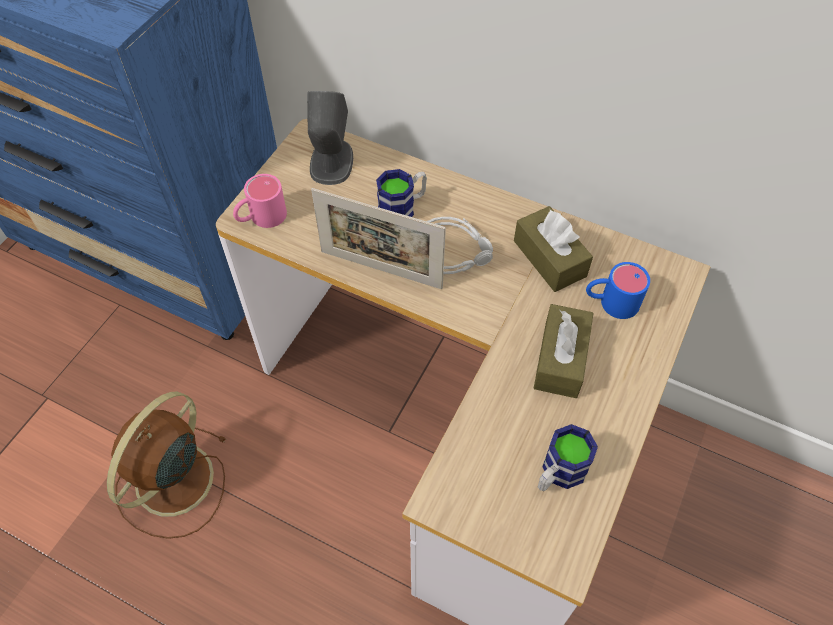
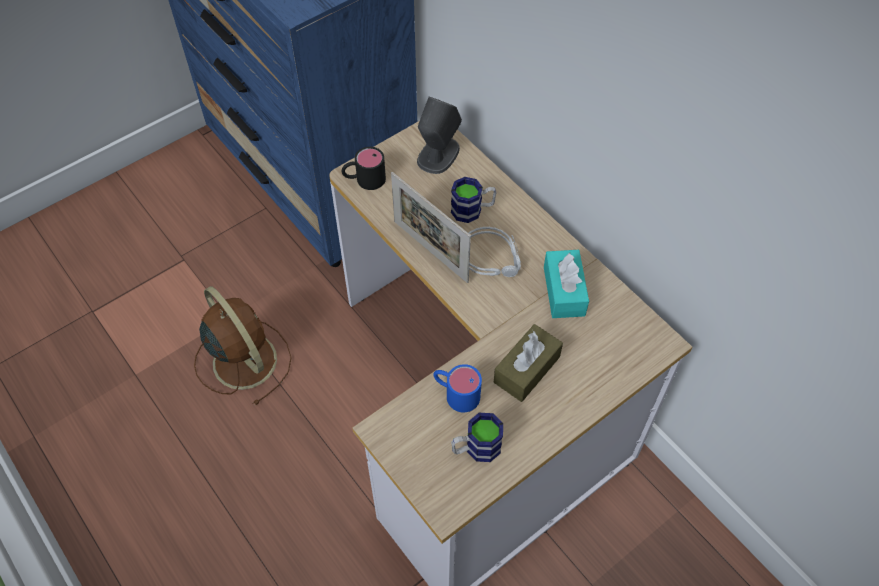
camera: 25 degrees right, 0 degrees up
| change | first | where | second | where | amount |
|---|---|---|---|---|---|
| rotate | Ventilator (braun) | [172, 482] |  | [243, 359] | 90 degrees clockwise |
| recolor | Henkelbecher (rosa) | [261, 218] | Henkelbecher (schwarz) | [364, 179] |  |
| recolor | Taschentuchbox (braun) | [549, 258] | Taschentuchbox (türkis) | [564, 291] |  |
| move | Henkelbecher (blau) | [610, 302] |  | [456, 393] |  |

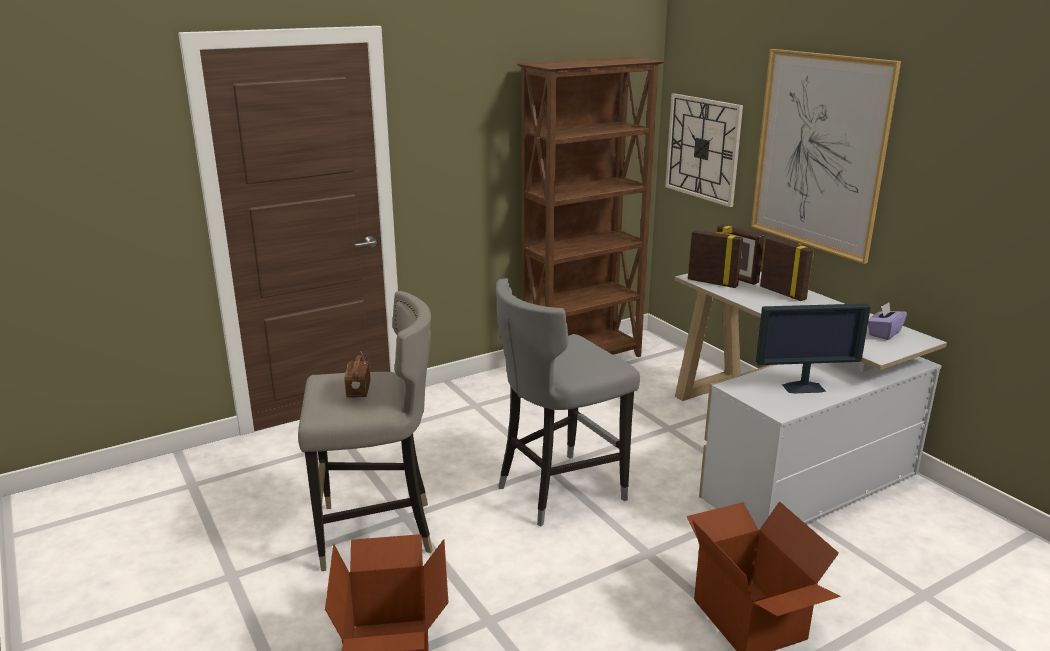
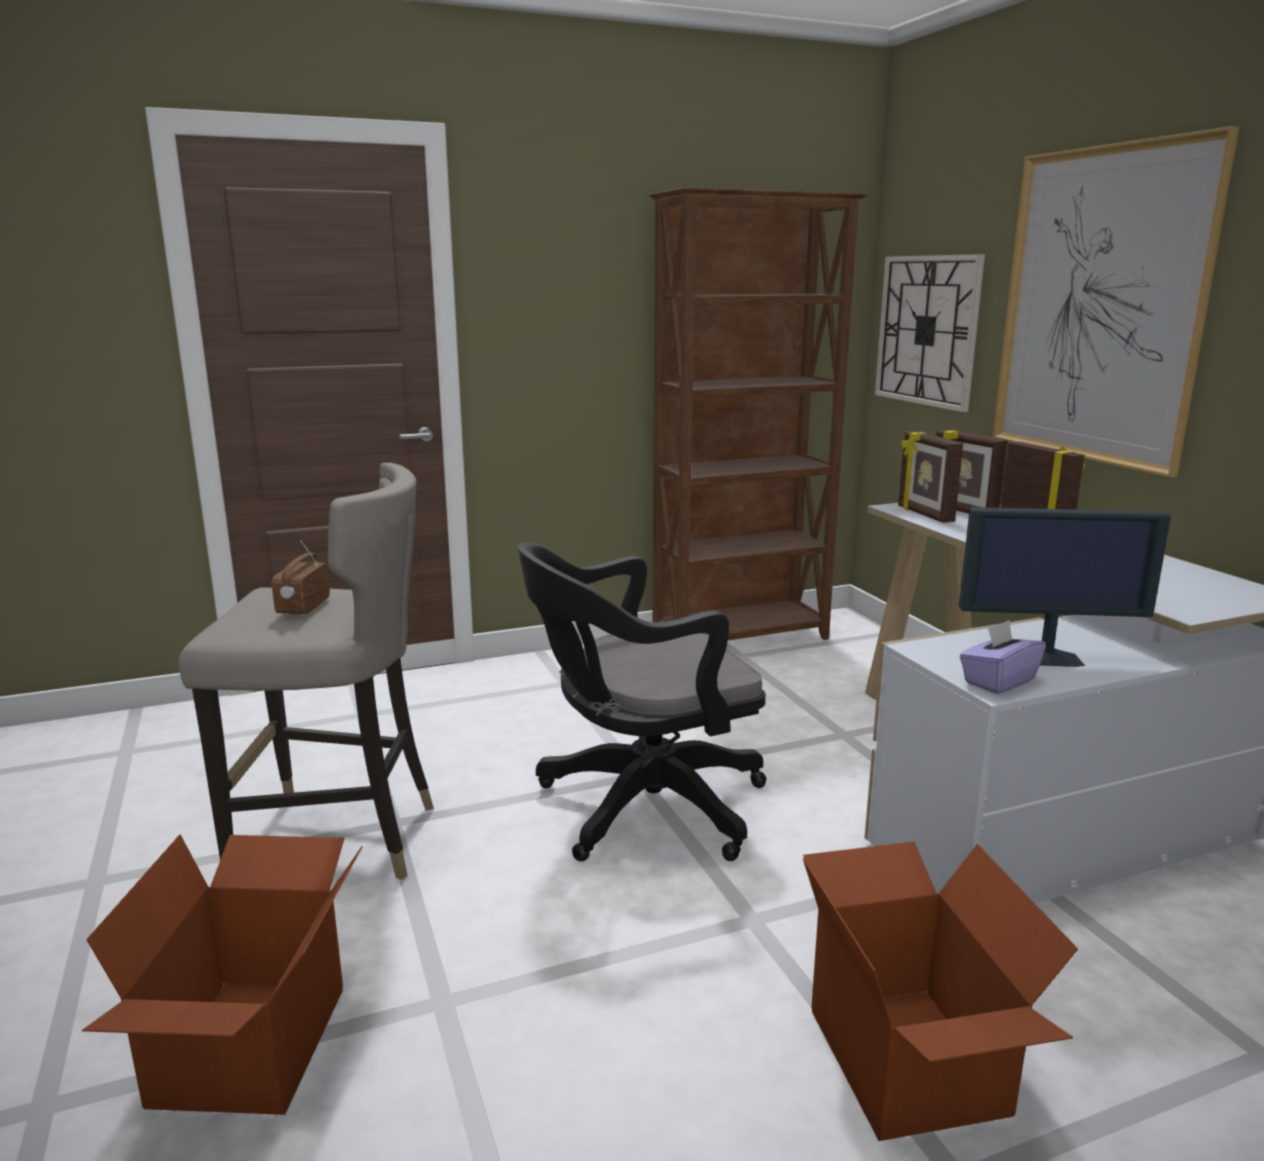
camera: 10 degrees right, 5 degrees down
| change | first | where | second | where | amount |
|---|---|---|---|---|---|
| replace | Hocker (grau) | [558, 491] | Bürostuhl (schwarz) | [640, 808] |  |
| rotate | Bilderrahmen | [712, 283] |  | [924, 514] | 150 degrees counterclockwise |
| move | Taschentuchbox (lila) | [884, 333] |  | [998, 681] |  |

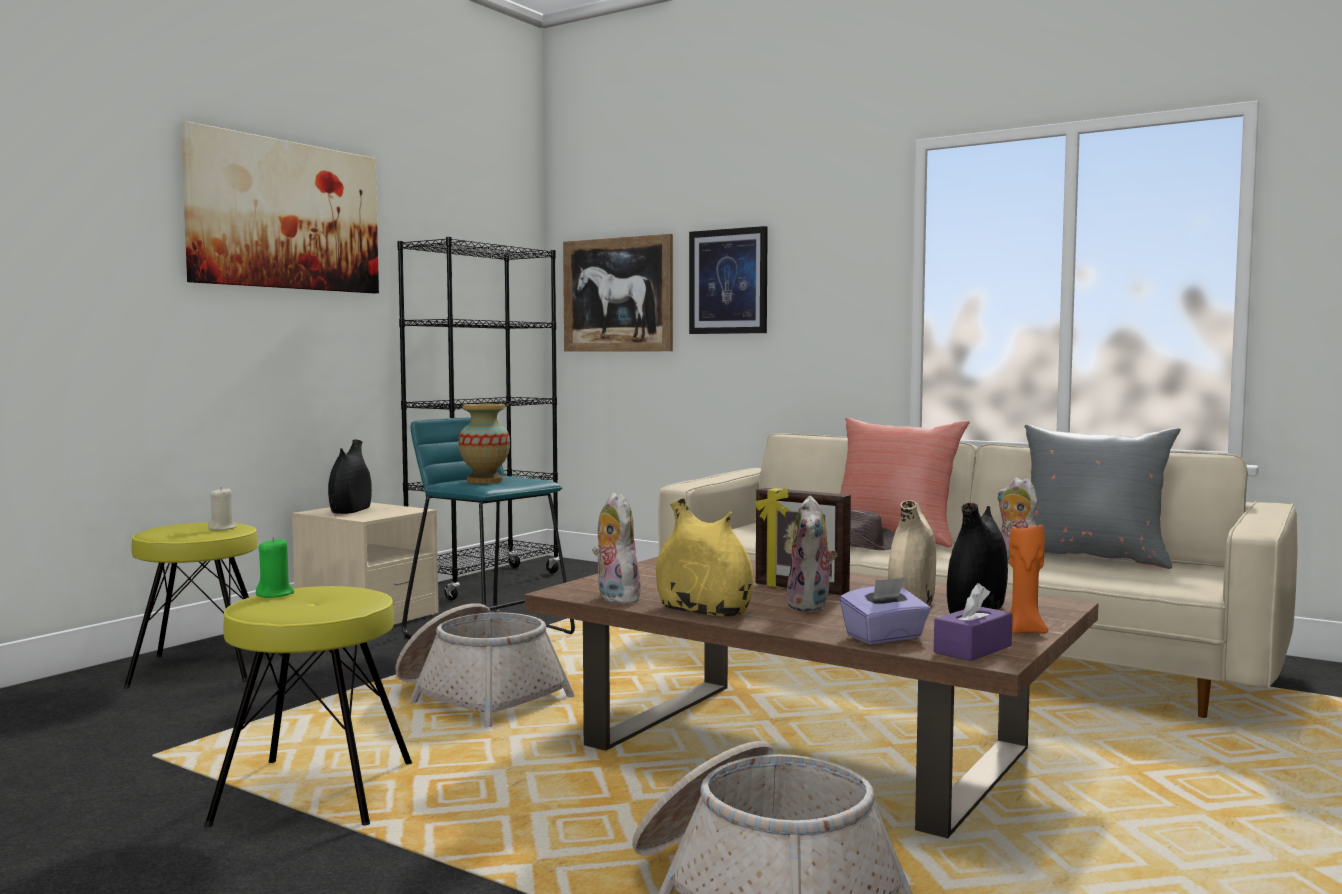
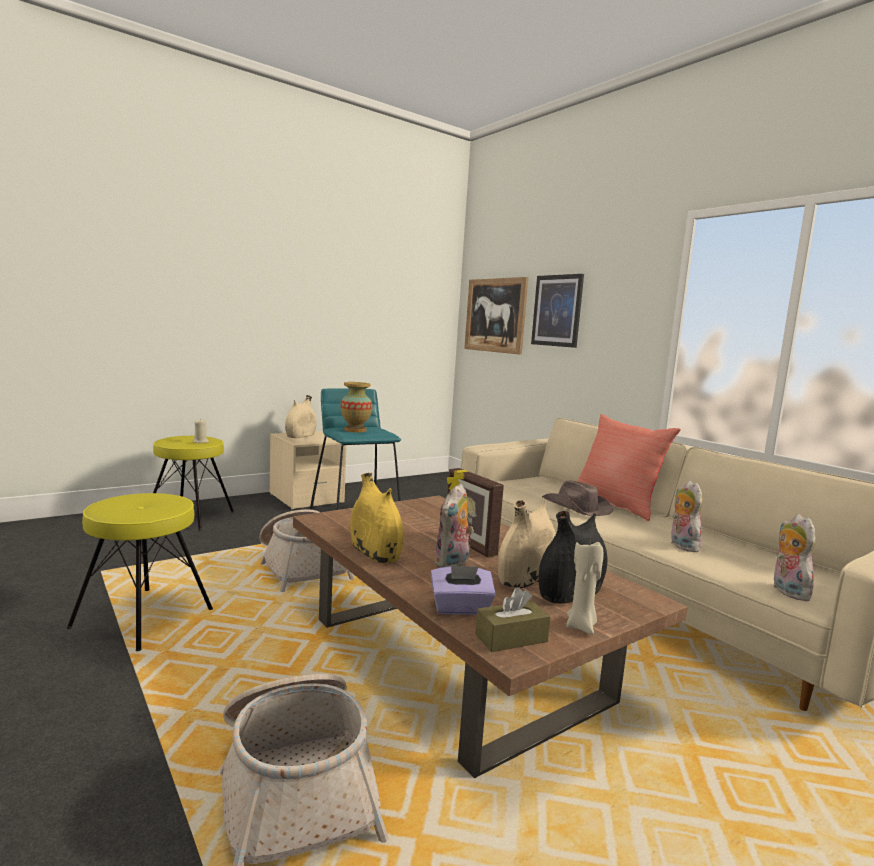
camera: 20 degrees right, 5 degrees up
| change | first | where | second | where | amount |
|---|---|---|---|---|---|
| delete | Bild | [286, 215] |  |  |  |
| delete | Kerze (grün) | [275, 594] |  |  |  |
| recolor | Vase (schwarz) | [350, 510] | Vase (beige) | [300, 436] |  |
| delete | Bücherregal (schwarz) | [485, 582] |  |  |  |
| move | Plüschtier | [614, 598] |  | [786, 591] |  |
| recolor | Taschentuchbox (lila) | [973, 649] | Taschentuchbox (braun) | [511, 638] |  |
| recolor | Kerze (orange) | [1024, 631] | Kerze (beige) | [581, 626] |  |
| delete | Kissen (grau) | [1089, 557] |  |  |  |

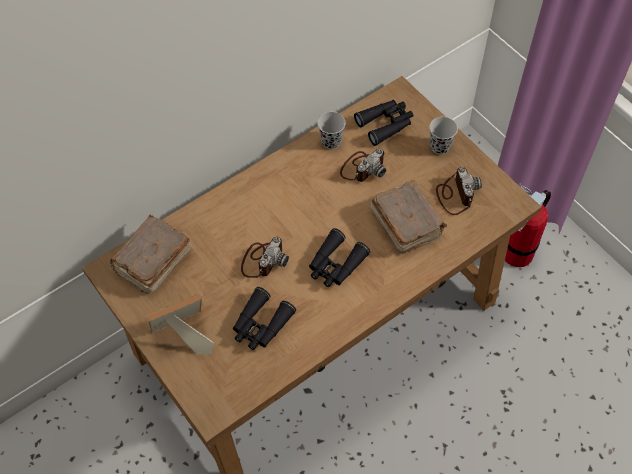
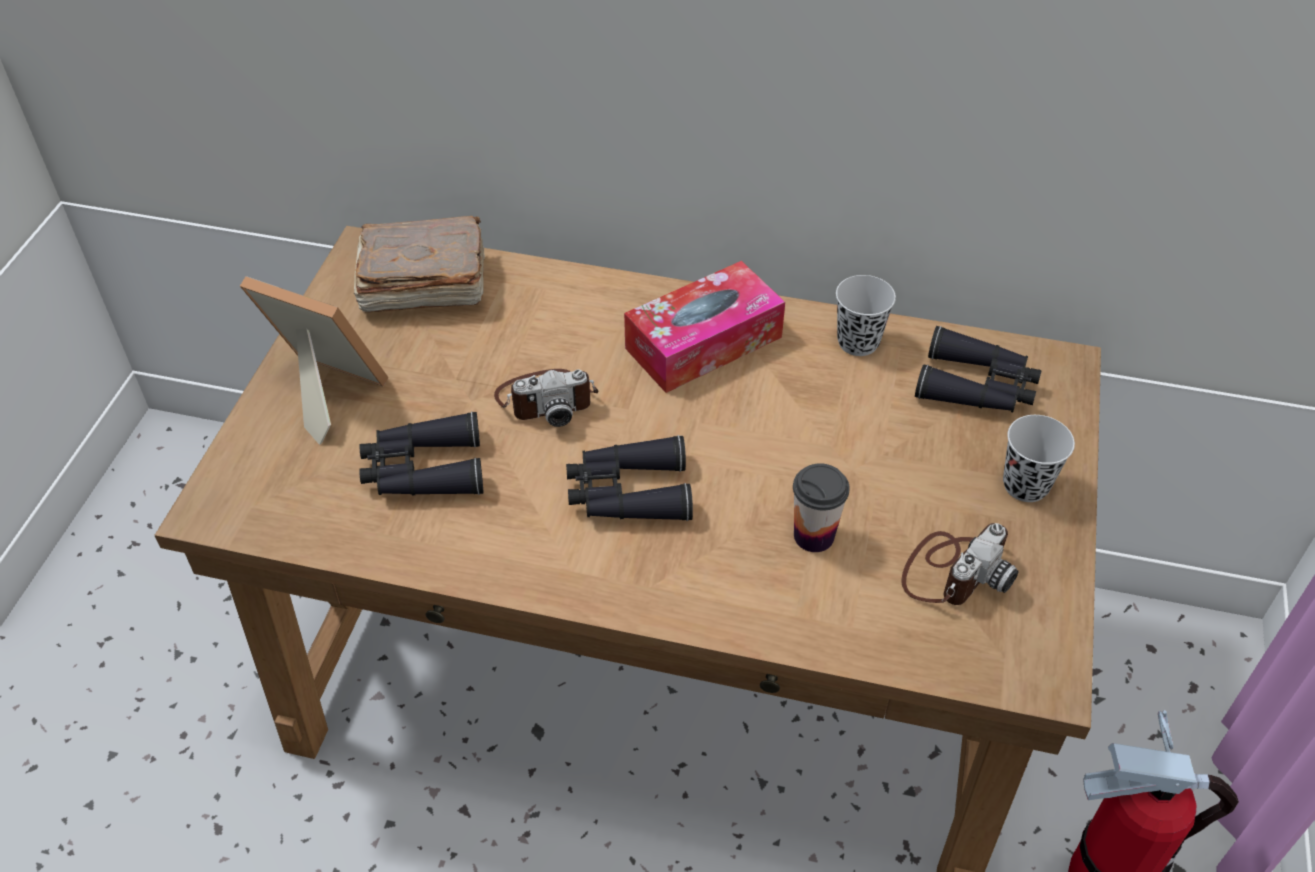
camera: 50 degrees right, 10 degrees down
| change | first | where | second | where | amount |
|---|---|---|---|---|---|
| delete | Kamera | [362, 167] |  |  |  |
| replace | Buch (braun) | [406, 223] | Tasse | [814, 536] |  |
| insert |  |  | Taschentuchbox | [703, 342] |  |

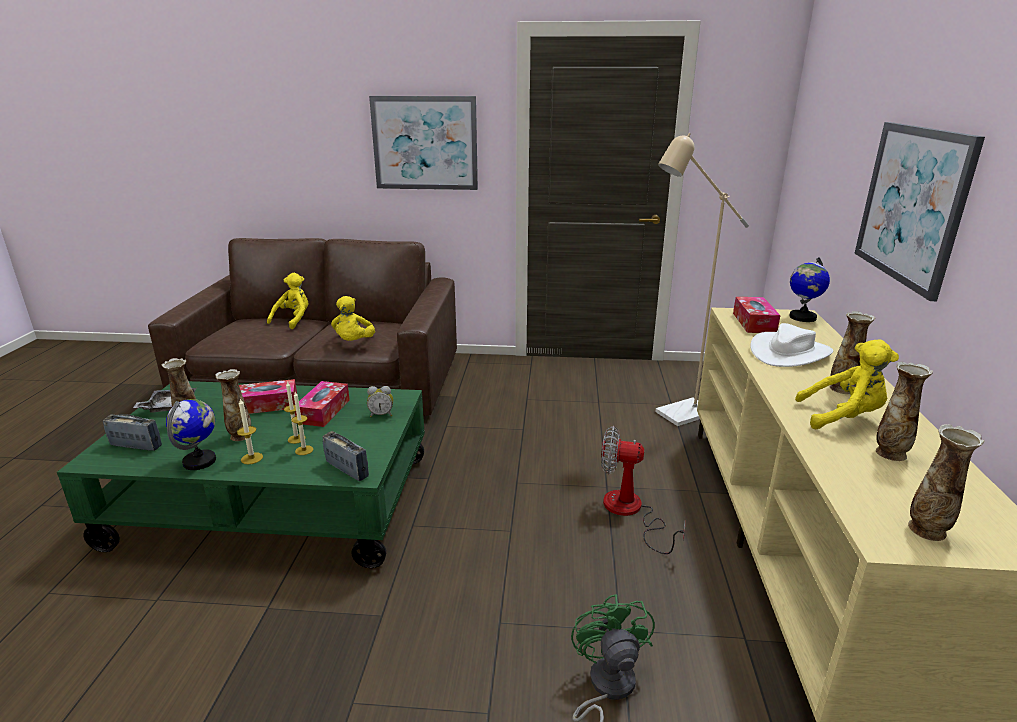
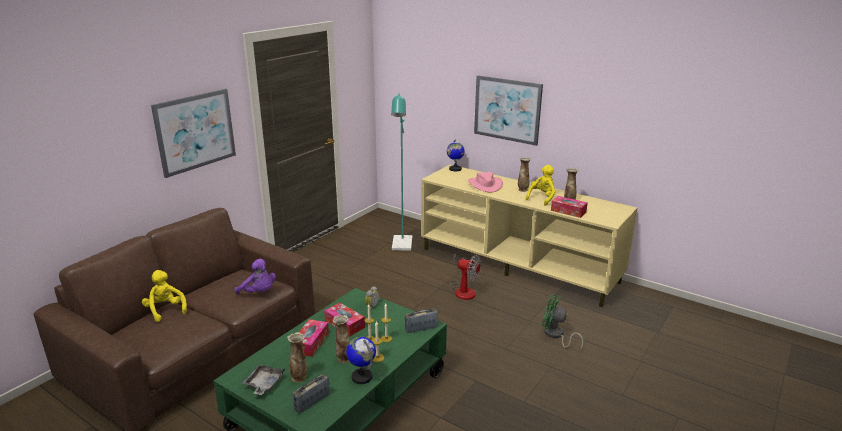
camera: 60 degrees left, 0 degrees up
| change | first | where | second | where | amount |
|---|---|---|---|---|---|
| recolor | Plüschtier (gelb) | [354, 343] | Plüschtier (lila) | [259, 292] |  |
| rotate | Ventilator | [630, 512] |  | [463, 290] | 105 degrees counterclockwise |
| recolor | Stehlampe (beige) | [677, 415] | Stehlampe (türkis) | [402, 246] |  |
| move | Taschentuchbox | [754, 323] |  | [568, 211] |  |
| recolor | Hut (weiß) | [789, 352] | Hut (rosa) | [485, 185] |  |
| delete | Vase | [927, 530] |  |  |  |

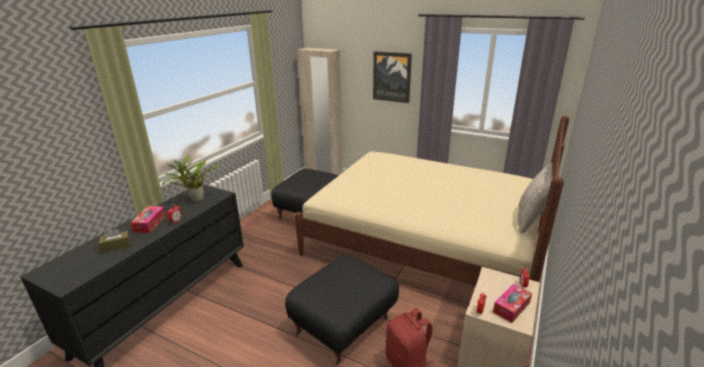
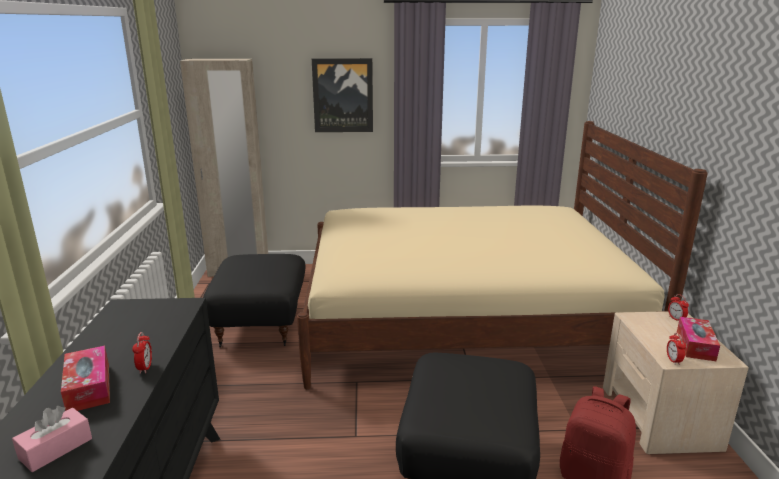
camera: 30 degrees left, 5 degrees down
| change | first | where | second | where | amount |
|---|---|---|---|---|---|
| recolor | Taschentuchbox (braun) | [116, 246] | Taschentuchbox (rosa) | [56, 448] |  |
| delete | Topfpflanze | [195, 200] |  |  |  |
| delete | Kissen (grau) | [530, 220] |  |  |  |

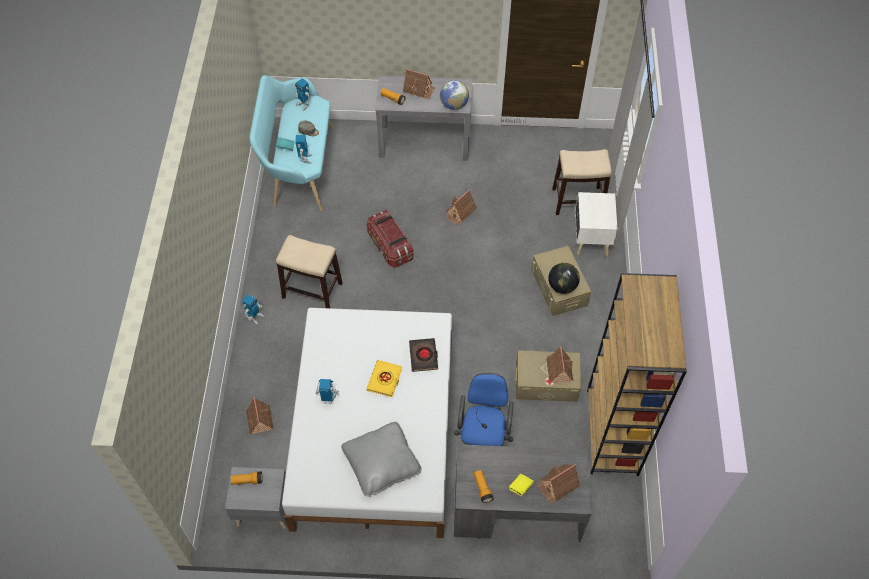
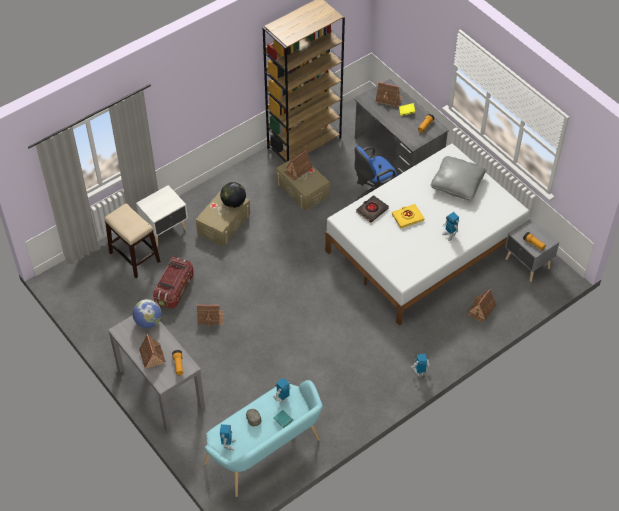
camera: 130 degrees left, 5 degrees down
| change | first | where | second | where | amount |
|---|---|---|---|---|---|
| delete | Hocker | [312, 290] |  |  |  |
| move | Aufbewahrungsbox | [389, 246] |  | [175, 289] |  |

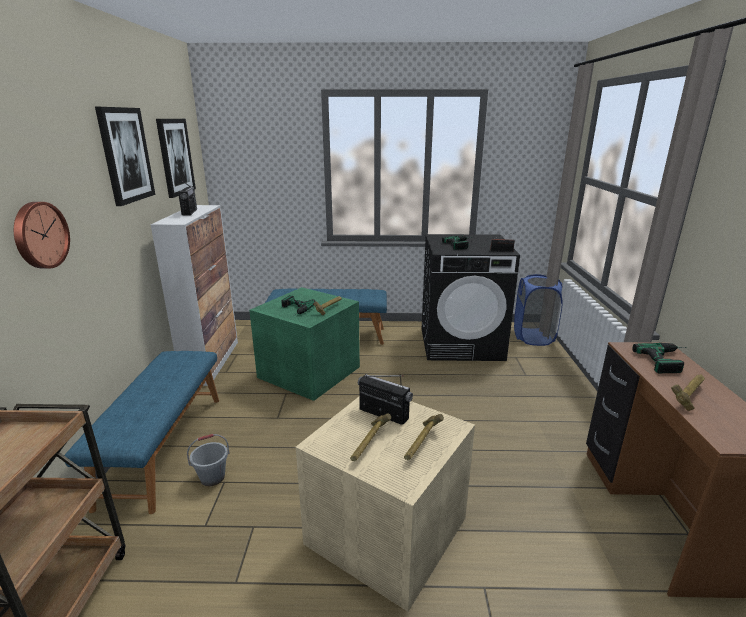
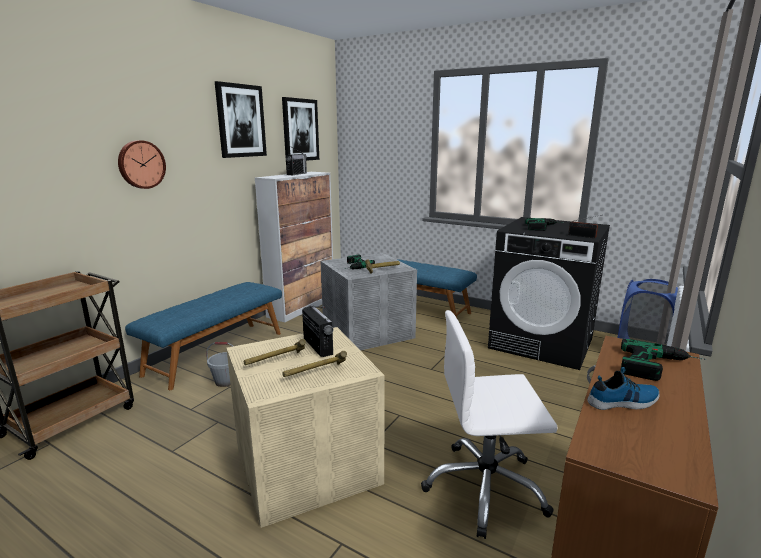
camera: 30 degrees right, 5 degrees down
| change | first | where | second | where | amount |
|---|---|---|---|---|---|
| recolor | Aufbewahrungsbox (grün) | [309, 371] | Aufbewahrungsbox (grau) | [368, 331] |  |
| replace | Hammer | [689, 396] | Schuh | [624, 402] |  |
| insert |  |  | Bürostuhl (weiß) | [485, 488] |  |

